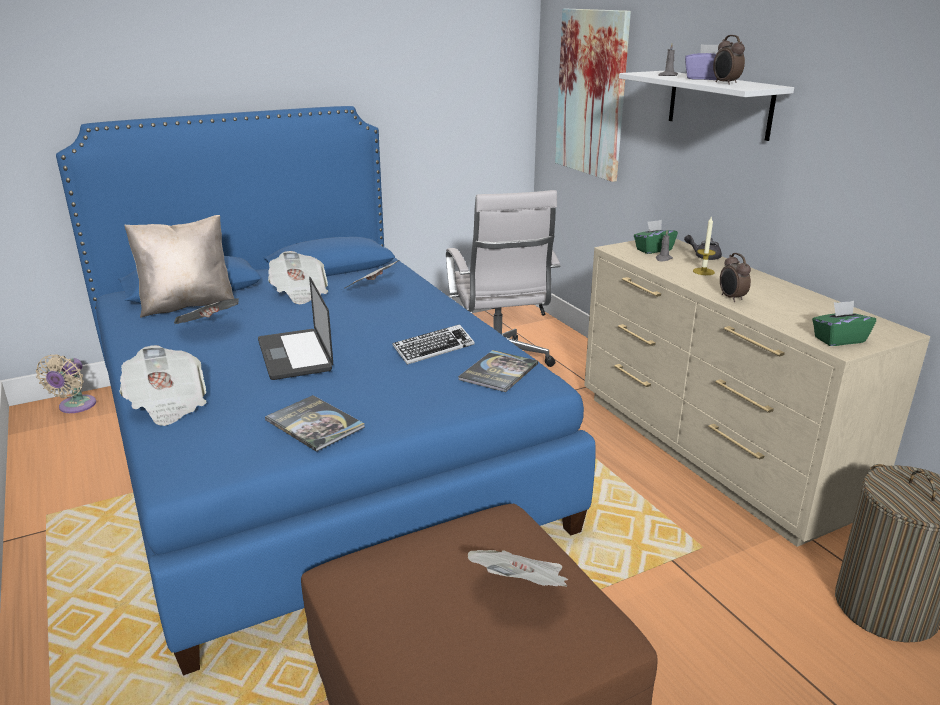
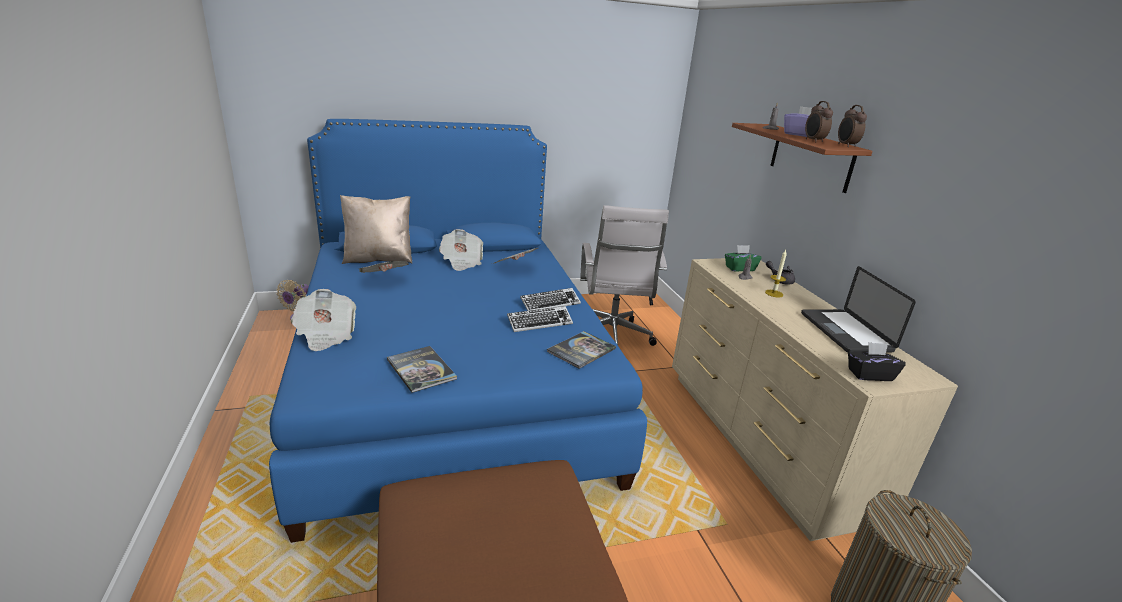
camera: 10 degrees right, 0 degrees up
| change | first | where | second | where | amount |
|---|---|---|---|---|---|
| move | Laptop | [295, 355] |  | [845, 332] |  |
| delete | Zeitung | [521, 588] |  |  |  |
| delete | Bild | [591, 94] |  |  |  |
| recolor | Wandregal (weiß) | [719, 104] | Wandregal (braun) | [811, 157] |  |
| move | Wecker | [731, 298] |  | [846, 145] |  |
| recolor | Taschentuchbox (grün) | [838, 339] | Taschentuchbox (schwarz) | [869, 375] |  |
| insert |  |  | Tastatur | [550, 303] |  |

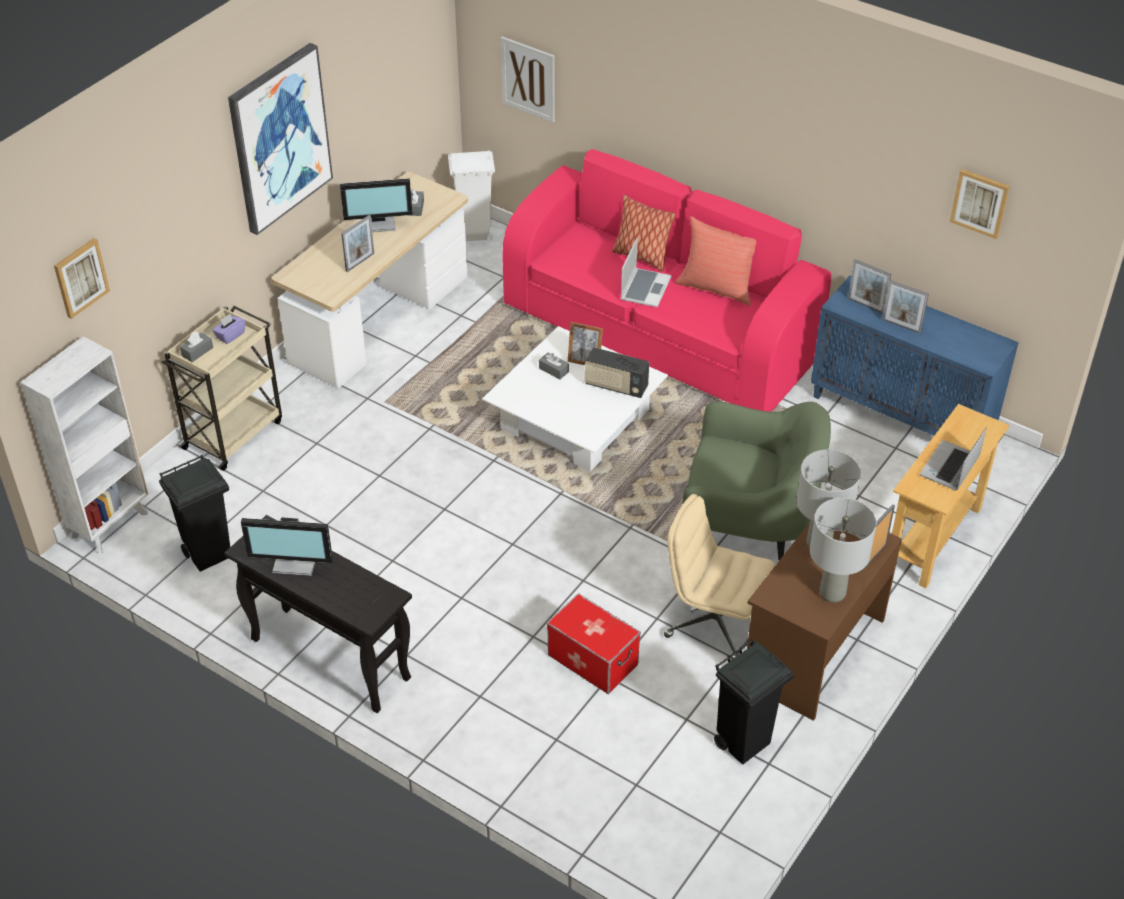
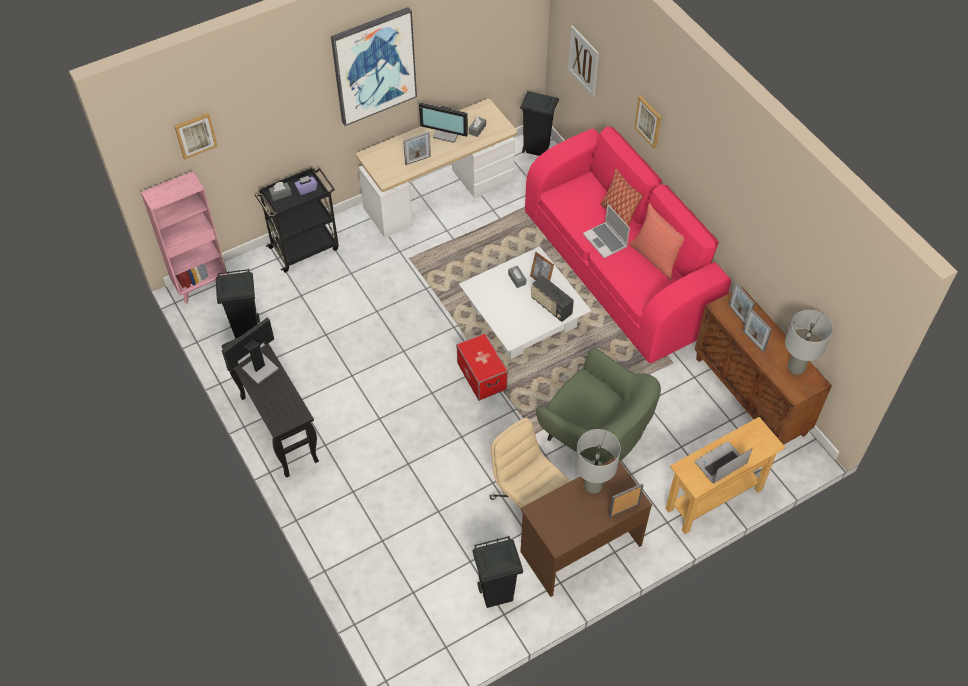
camera: 25 degrees right, 10 degrees up
| change | first | where | second | where | amount |
|---|---|---|---|---|---|
| recolor | Bücherregal (weiß) | [111, 524] | Bücherregal (rosa) | [202, 285] |  |
| recolor | Rollwagen (beige) | [234, 433] | Rollwagen (schwarz) | [305, 247] |  |
| rotate | Monitor | [296, 561] |  | [258, 368] | 105 degrees clockwise |
| recolor | Mülleimer (weiß) | [474, 234] | Mülleimer (schwarz) | [536, 149] |  |
| move | Aufbewahrungsbox | [592, 660] |  | [481, 376] |  |
| rotate | Laptop | [645, 288] |  | [605, 241] | 105 degrees clockwise |
| move | Tischlampe (grau) | [832, 593] |  | [796, 368] |  |
| recolor | Schrank (blau) | [902, 415] | Schrank (braun) | [751, 396] |  |
| move | Bild | [980, 203] |  | [648, 121] |  |

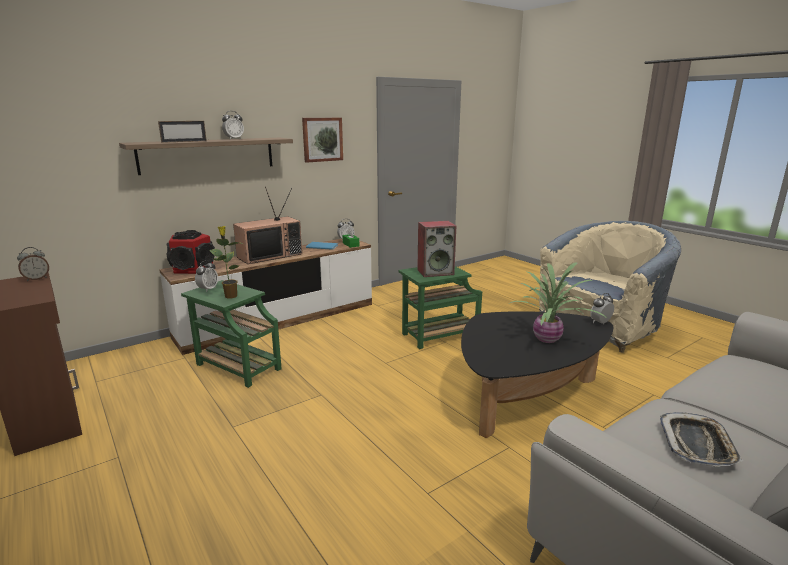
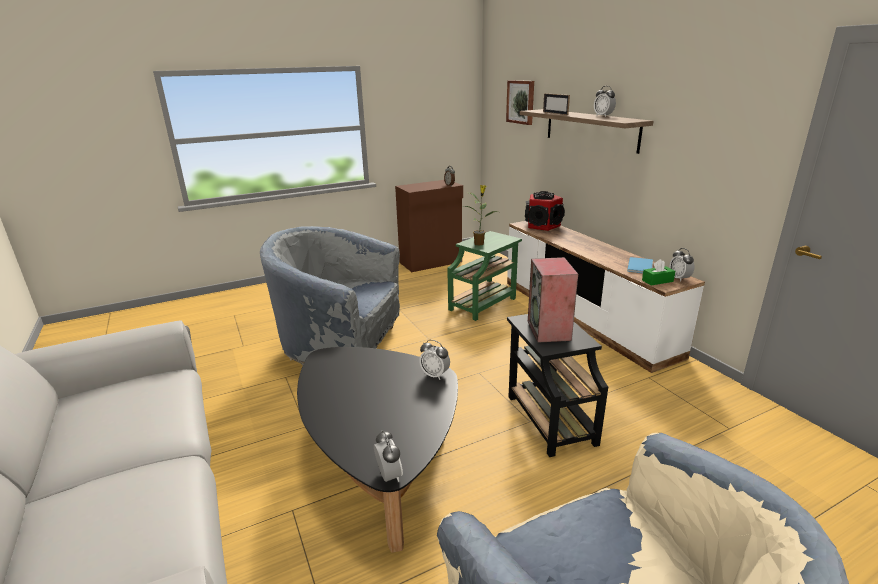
camera: 100 degrees right, 5 degrees up
| change | first | where | second | where | amount |
|---|---|---|---|---|---|
| move | Wecker | [208, 289] |  | [435, 375] |  |
| delete | Fernseher | [270, 255] |  |  |  |
| move | Bild | [322, 139] |  | [521, 102] |  |
| recolor | Beistelltisch (grün) | [438, 336] | Beistelltisch (schwarz) | [549, 418] |  |
| delete | Topfpflanze | [548, 339] |  |  |  |
| delete | Tablett | [697, 444] |  |  |  |
| insert |  |  | Sessel (grau) | [341, 346] |  |

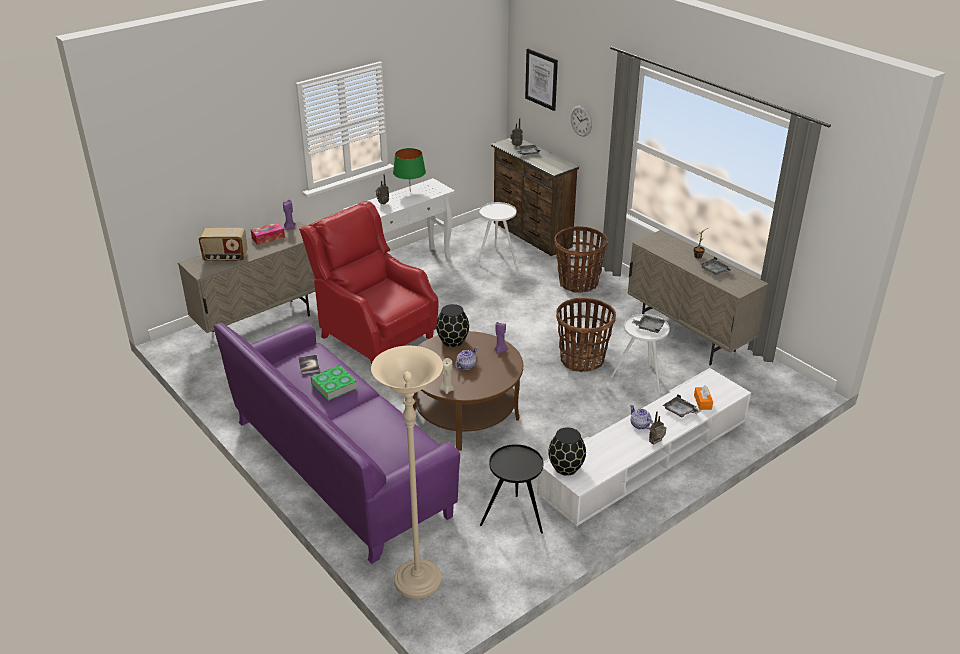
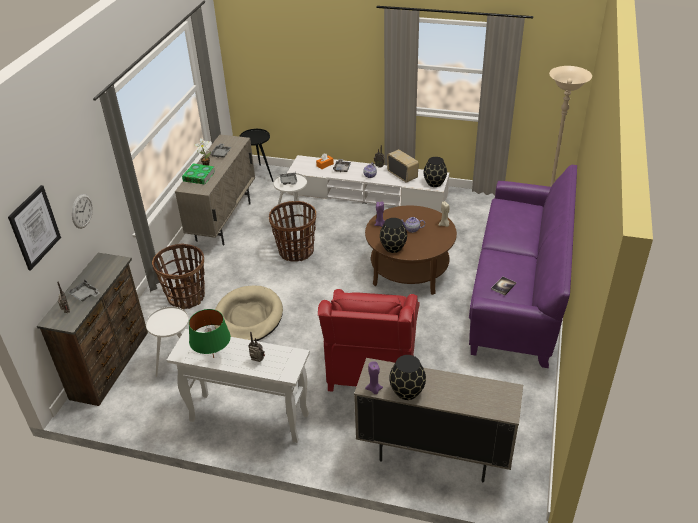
camera: 125 degrees left, 5 degrees up
| change | first | where | second | where | amount |
|---|---|---|---|---|---|
| move | Radio | [225, 258] |  | [402, 175] |  |
| replace | Taschentuchbox | [268, 237] | Vase (schwarz) | [407, 391] |  |
| move | Buch | [334, 386] |  | [199, 176] |  |
| move | Beistelltisch (schwarz) | [514, 520] |  | [259, 174] |  |
| insert |  |  | Hundebett (beige) | [248, 317] |  |

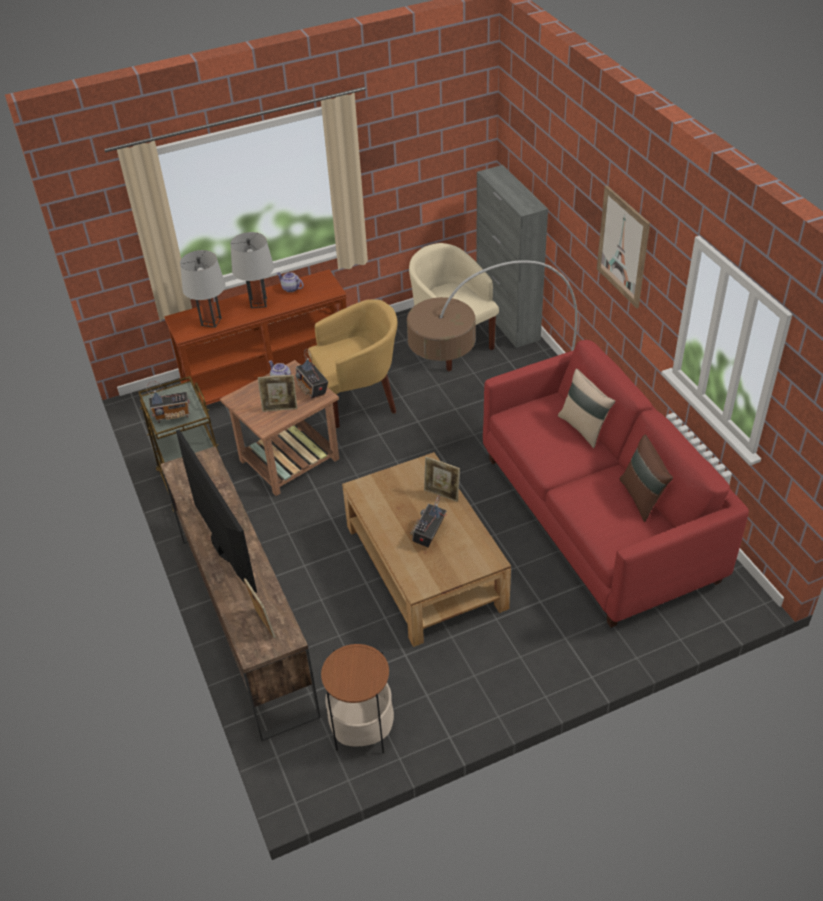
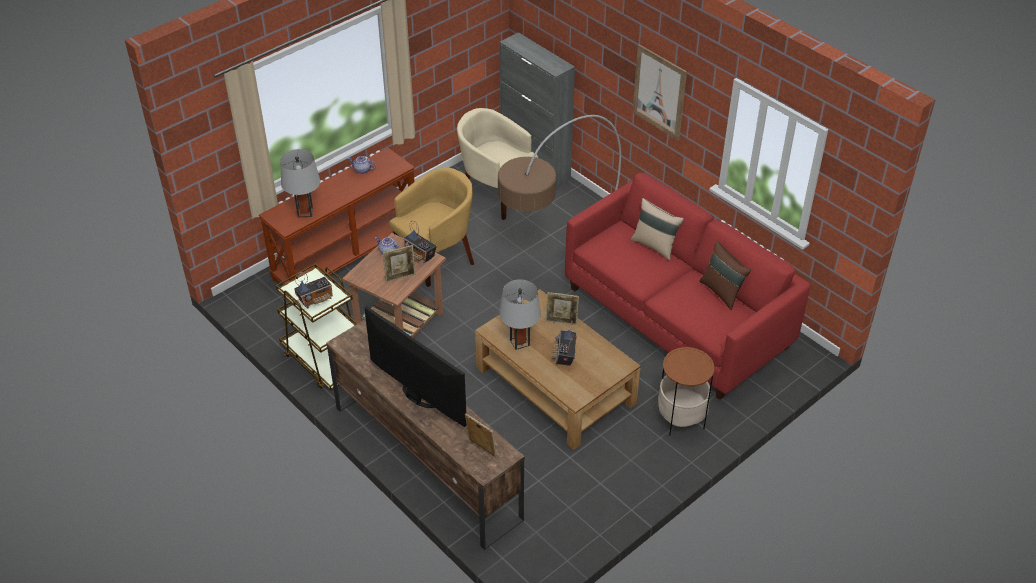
camera: 20 degrees left, 0 degrees up
| change | first | where | second | where | amount |
|---|---|---|---|---|---|
| move | Tischlampe (grau) | [258, 303] |  | [520, 342] |  |
| move | Beistelltisch | [362, 730] |  | [681, 418] |  |

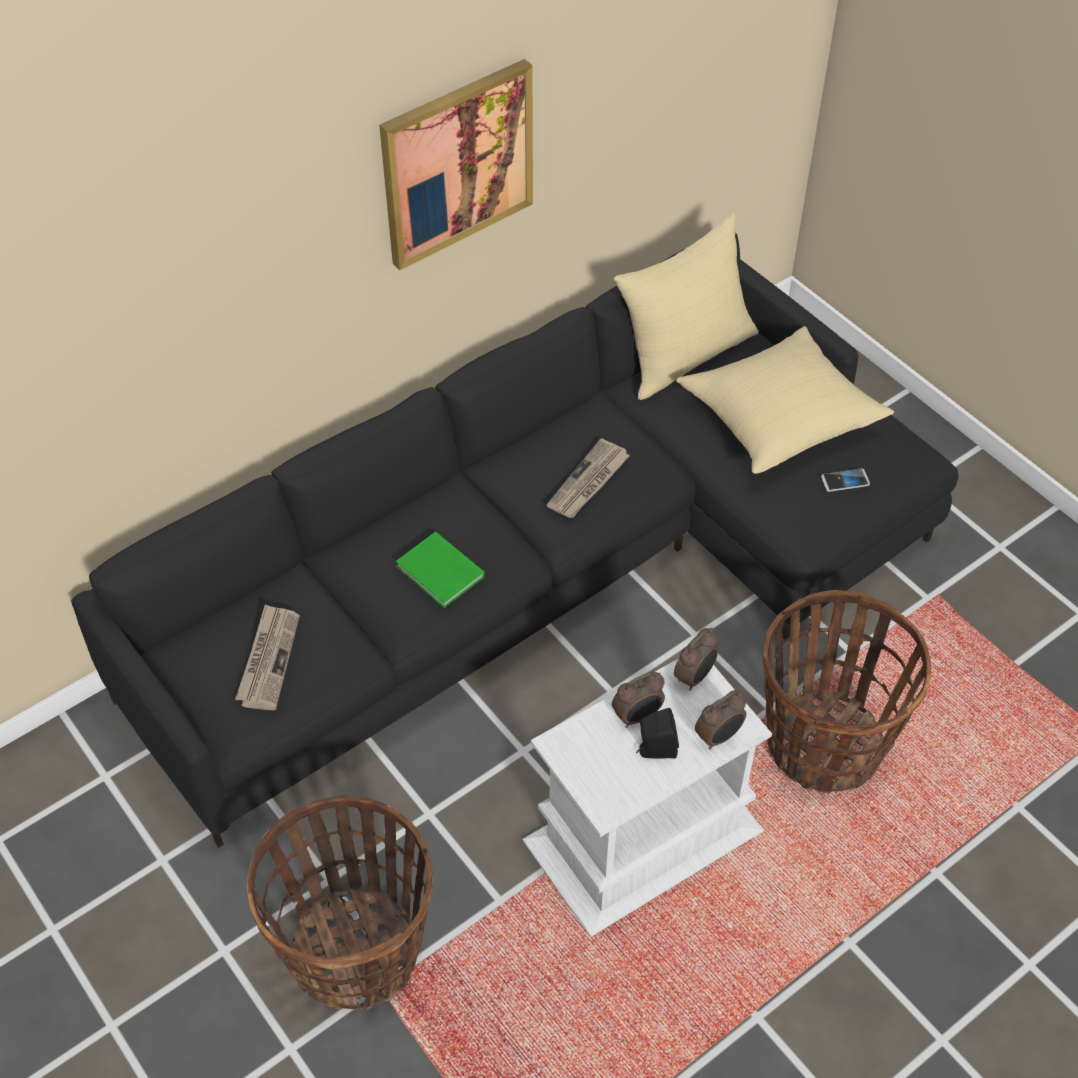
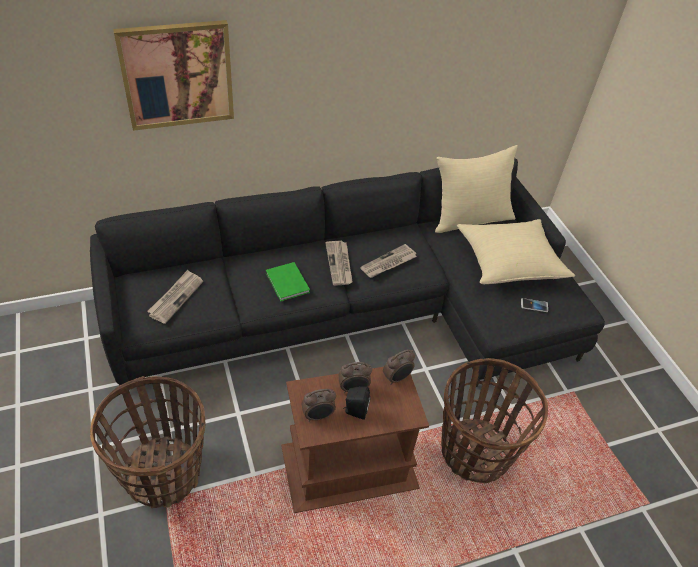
camera: 15 degrees right, 5 degrees down
| change | first | where | second | where | amount |
|---|---|---|---|---|---|
| move | Bild | [457, 163] |  | [177, 75] |  |
| recolor | Beistelltisch (weiß) | [644, 835] | Beistelltisch (braun) | [350, 466] |  |
| move | Wecker | [719, 737] |  | [318, 416] |  |
| insert |  |  | Zeitung | [339, 264] |  |

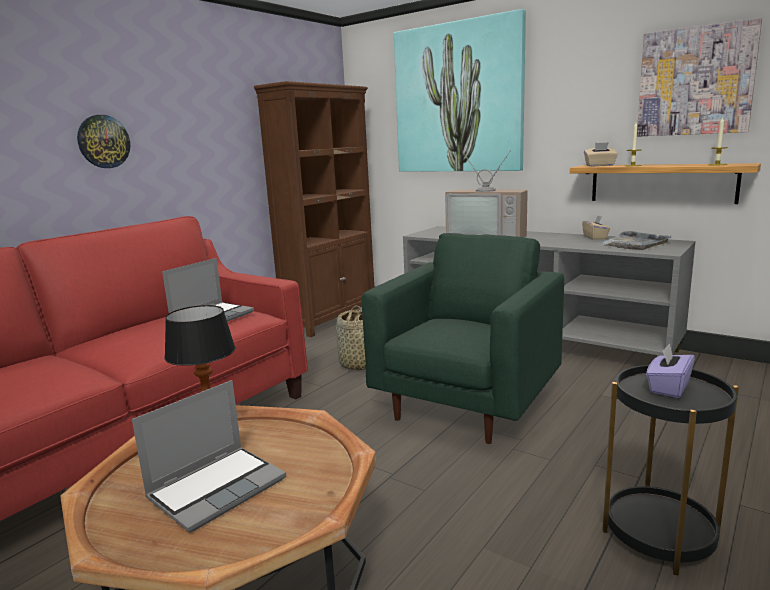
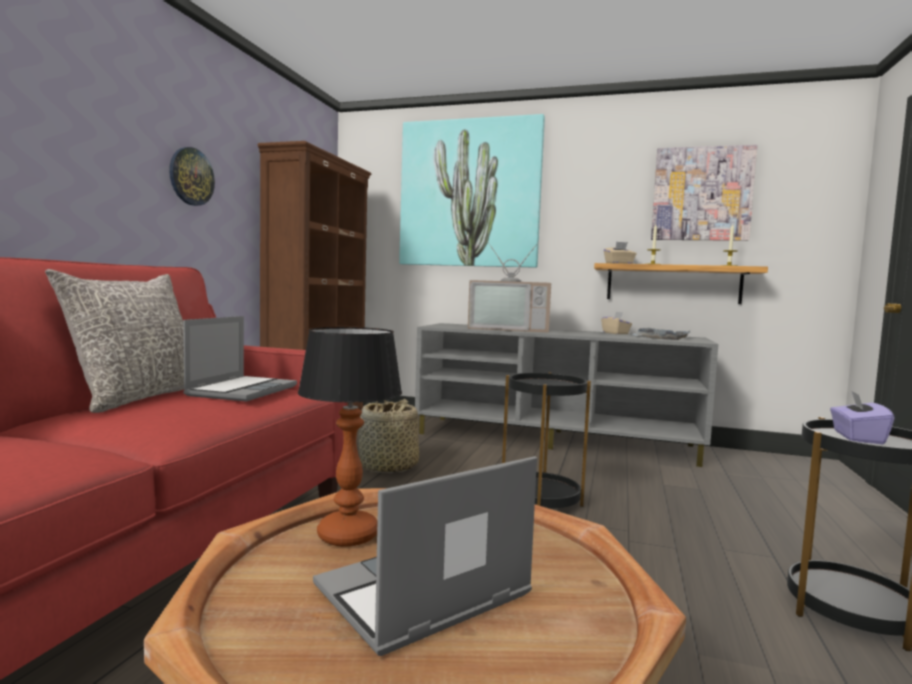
camera: 20 degrees left, 10 degrees down
| change | first | where | second | where | amount |
|---|---|---|---|---|---|
| move | Wanduhr | [103, 141] |  | [191, 176] |  |
| rotate | Laptop | [217, 487] |  | [422, 594] | 150 degrees counterclockwise |
| replace | Sessel (grün) | [467, 405] | Beistelltisch (schwarz) | [541, 501] |  |
| insert |  |  | Kissen (grau) | [138, 397] |  |

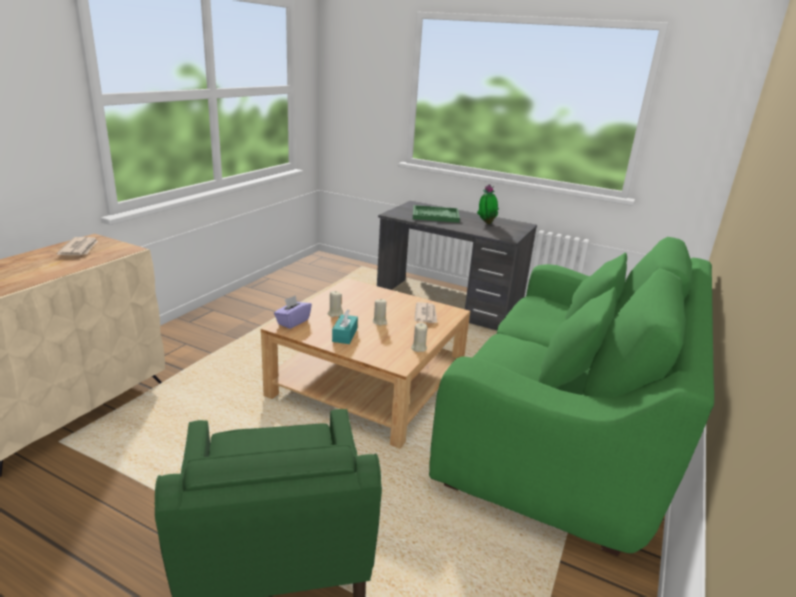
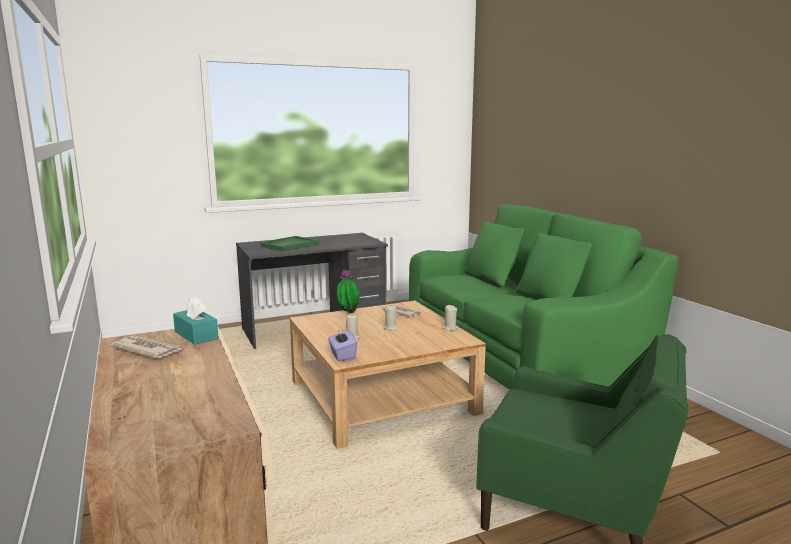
camera: 50 degrees left, 10 degrees down
| change | first | where | second | where | amount |
|---|---|---|---|---|---|
| move | Taschentuchbox (türkis) | [345, 335] |  | [196, 335] |  |
| move | Topfpflanze | [486, 223] |  | [348, 313] |  |

